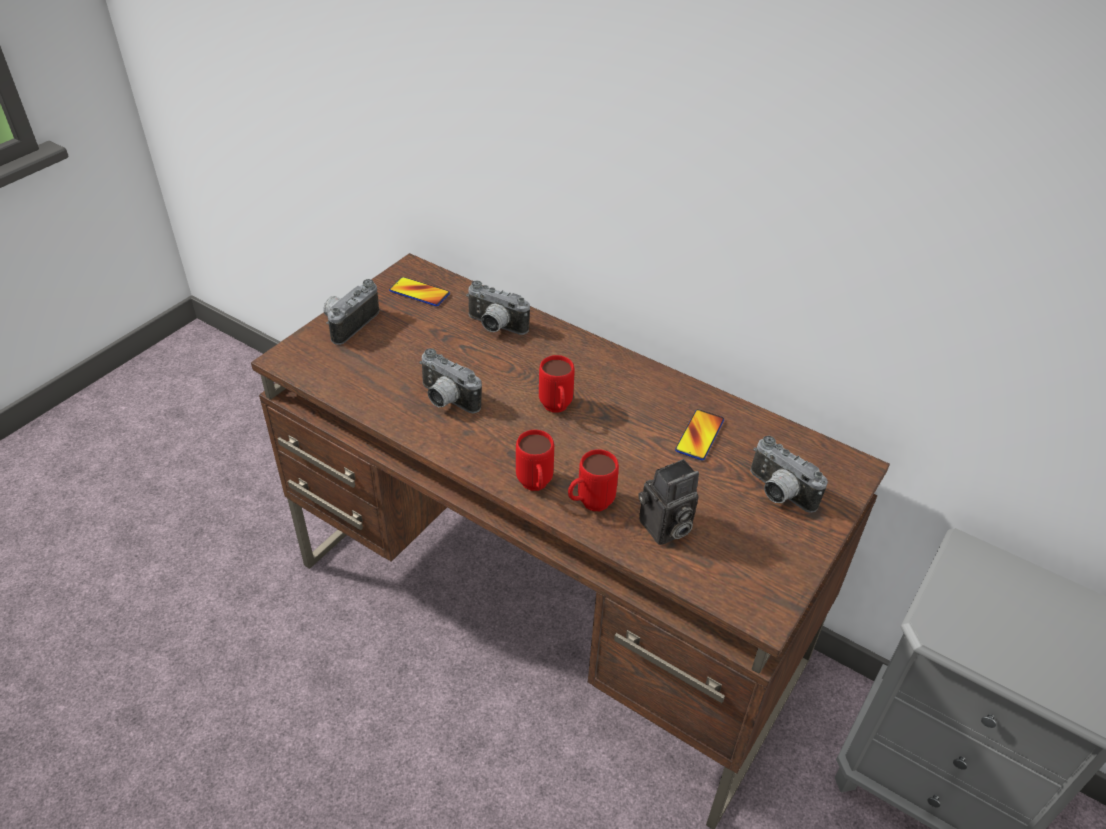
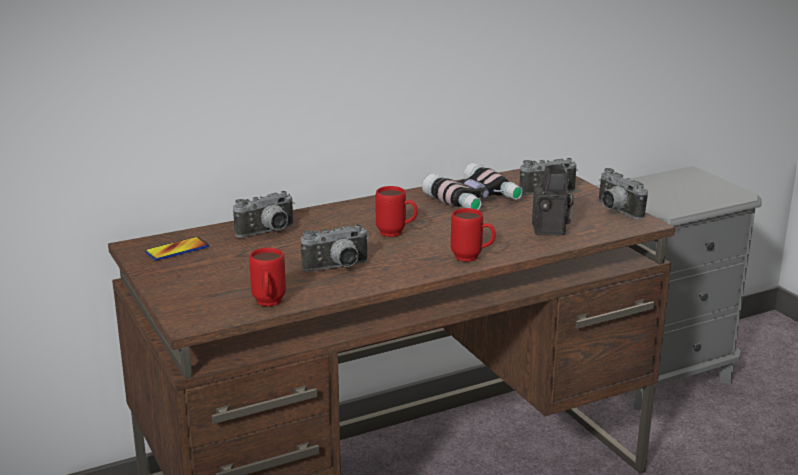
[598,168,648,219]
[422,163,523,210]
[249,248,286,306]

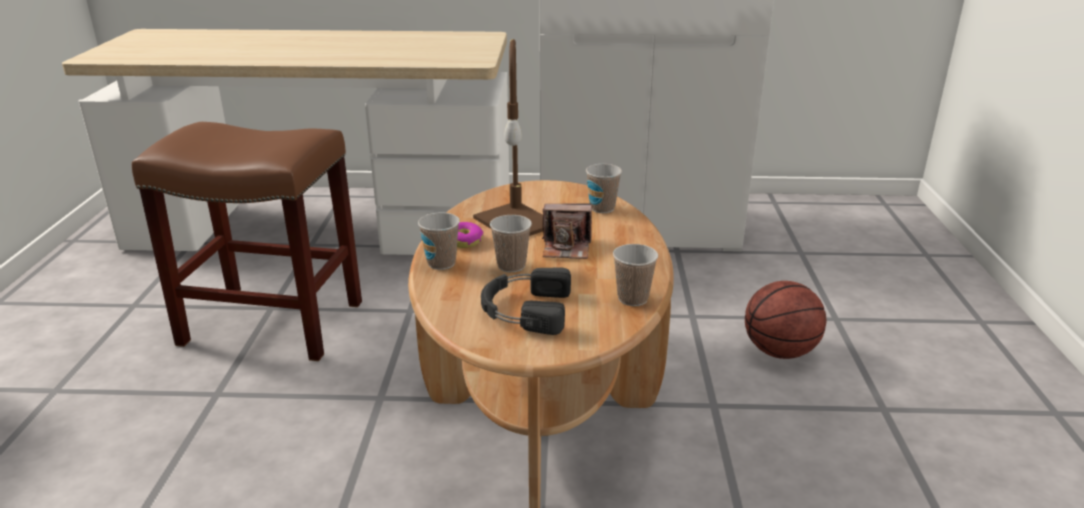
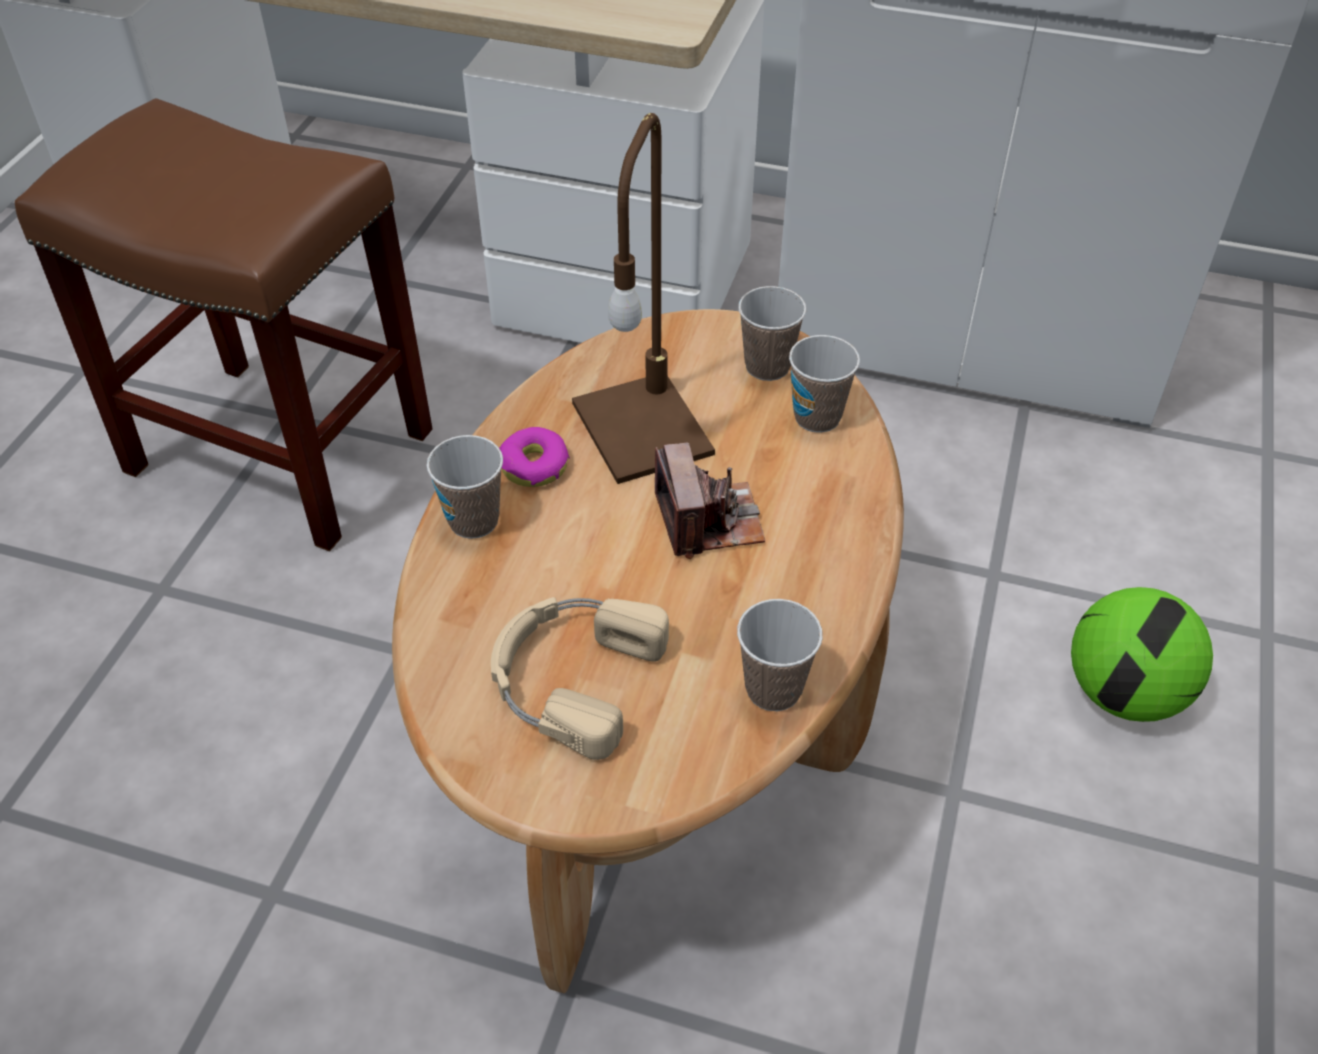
[655,443,765,559]
[738,286,806,381]
[491,597,669,760]
[1071,587,1213,722]

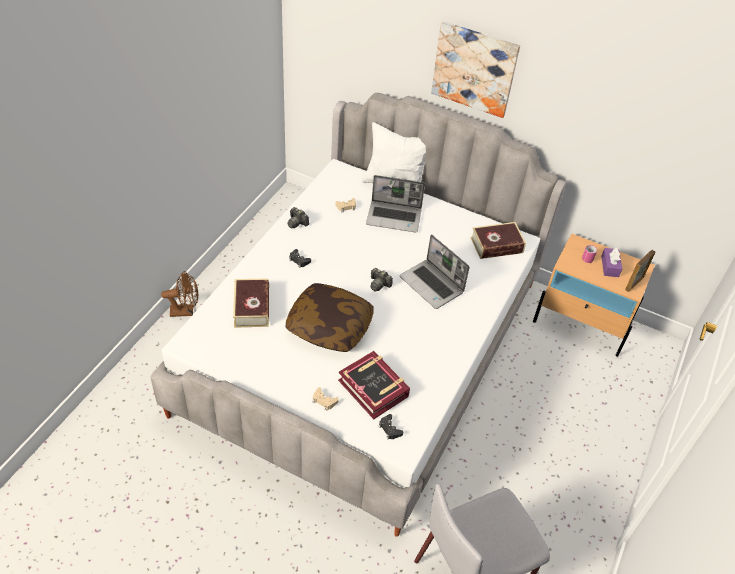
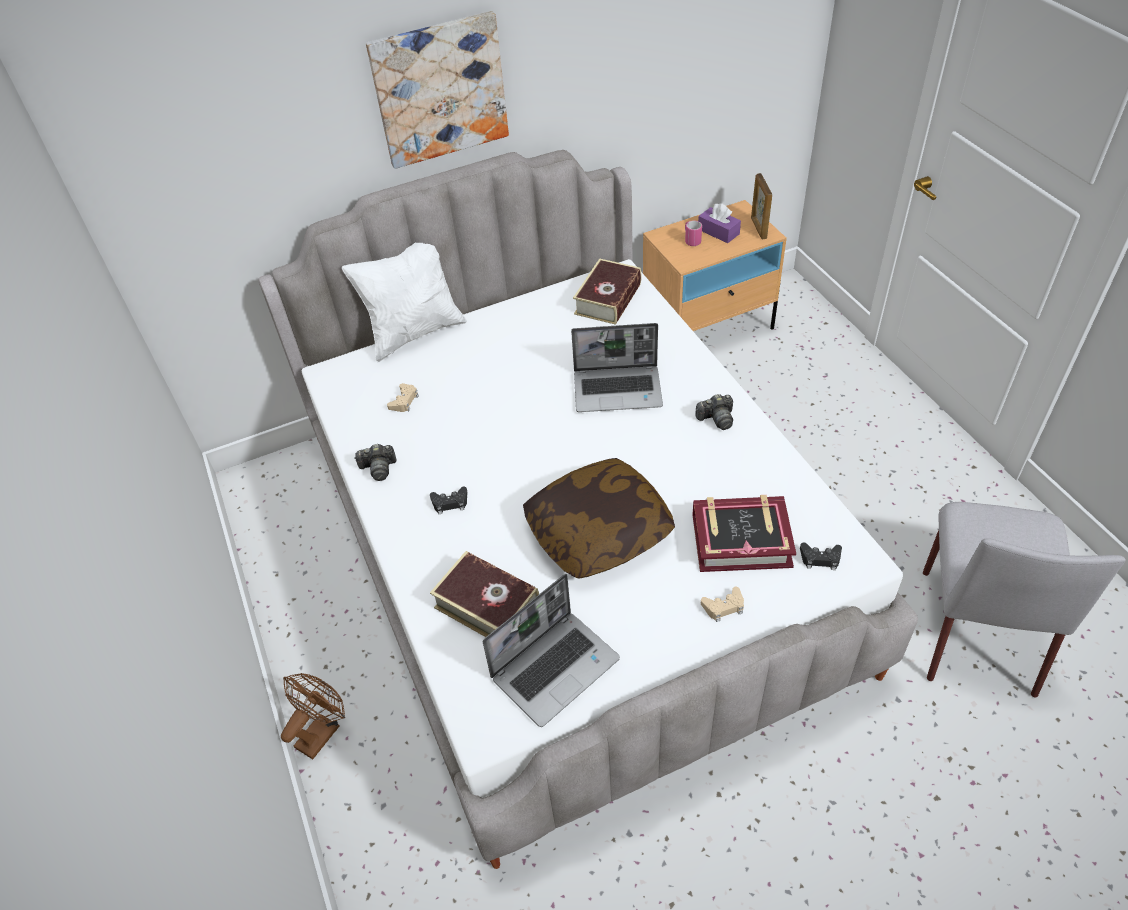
[483,574,620,727]
[695,394,733,430]

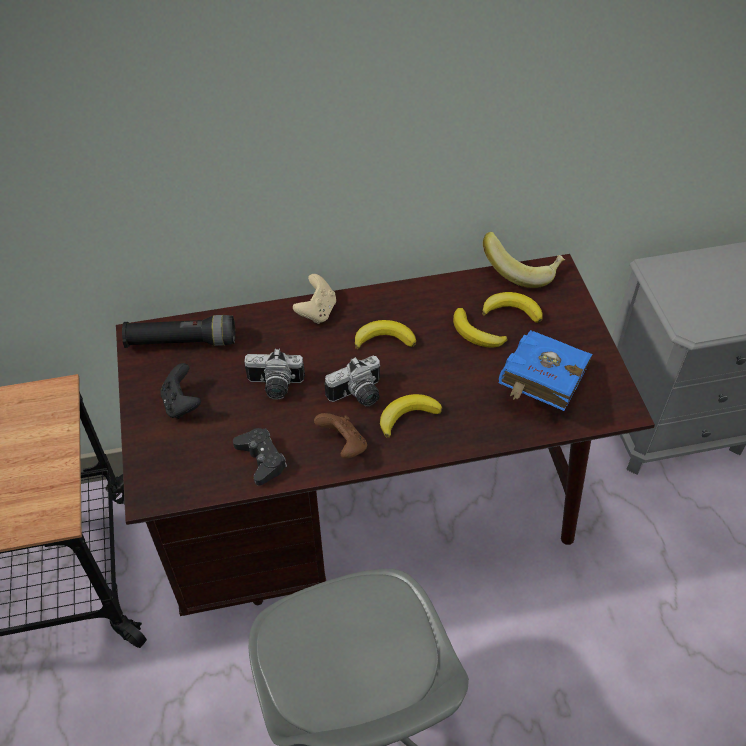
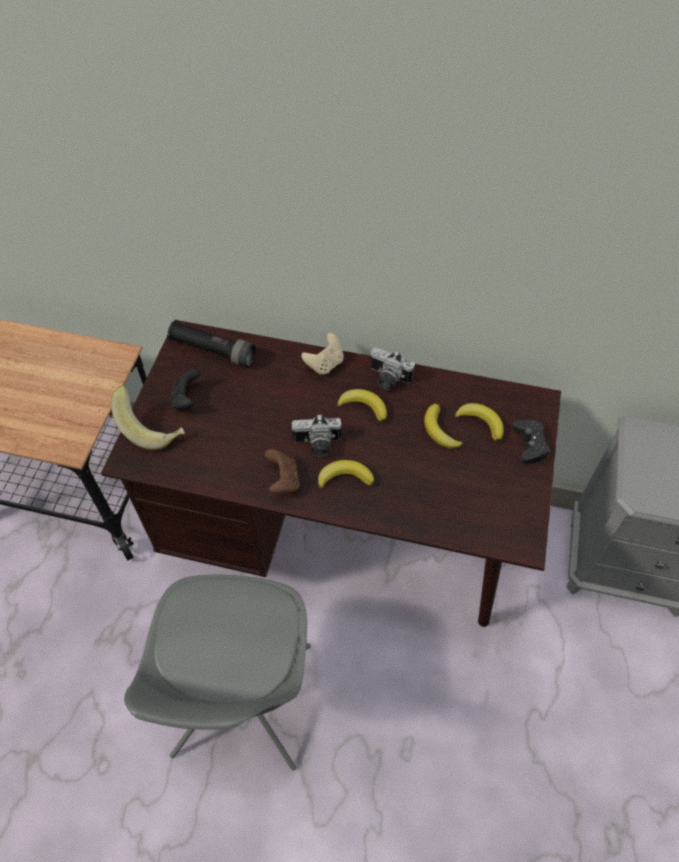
[111,386,185,450]
[499,330,592,411] (first image)
[370,347,415,390]
[512,420,550,464]

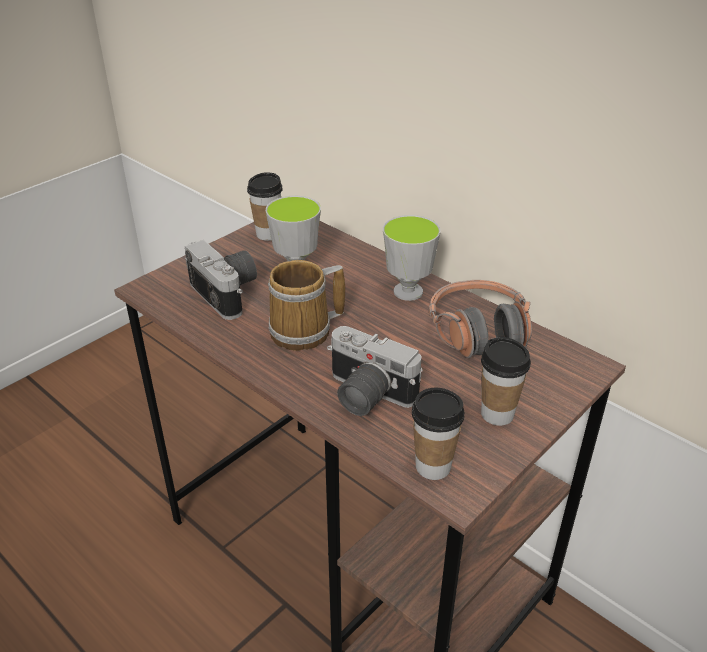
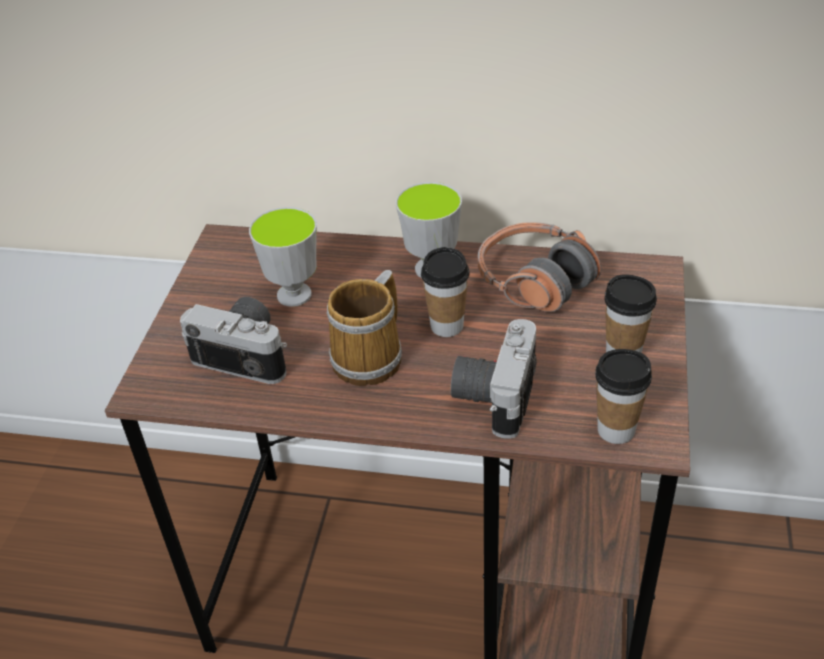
[421,247,470,337]
[451,319,537,439]

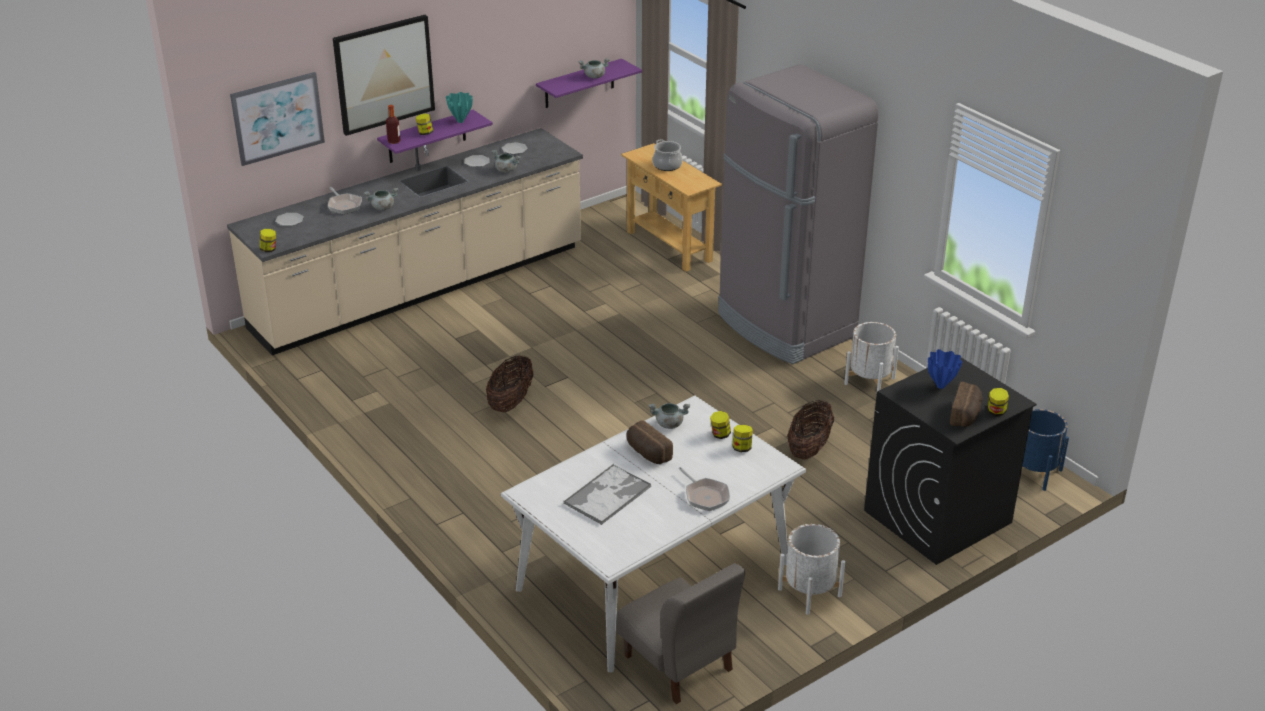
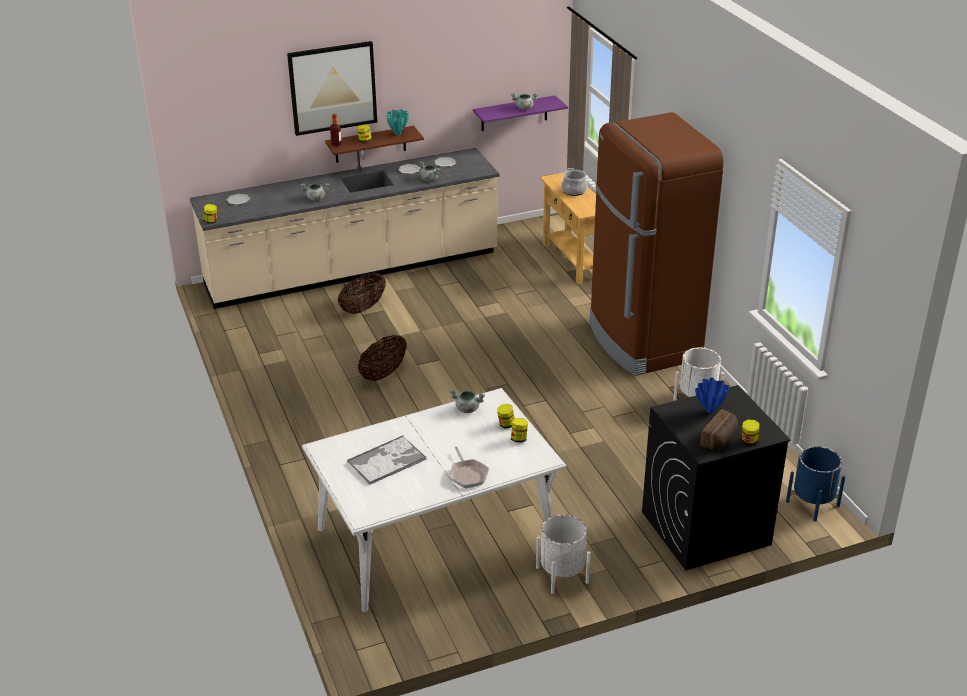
[590,112,724,376]
[230,72,325,166] (first image)
[325,126,424,163]
[328,187,362,214] (first image)
[338,273,386,314]
[627,420,673,464] (first image)
[616,563,745,704] (first image)

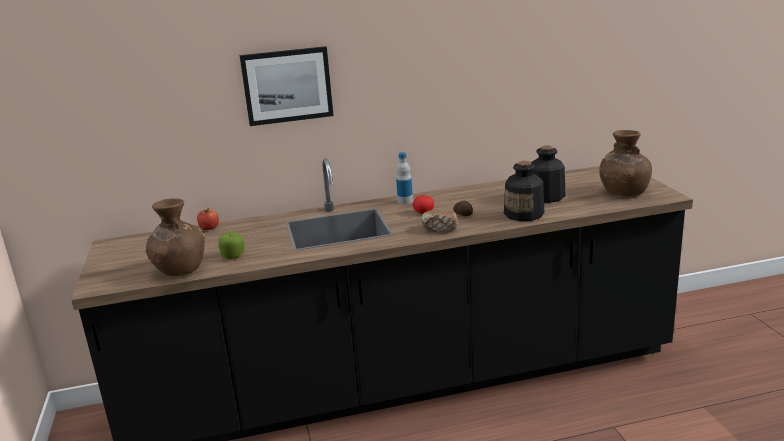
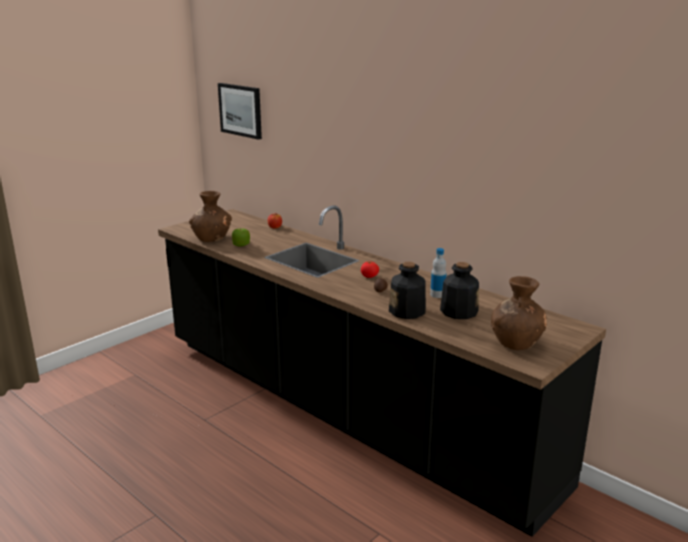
[218,83,262,140]
[430,248,446,298]
[421,211,457,231] (first image)

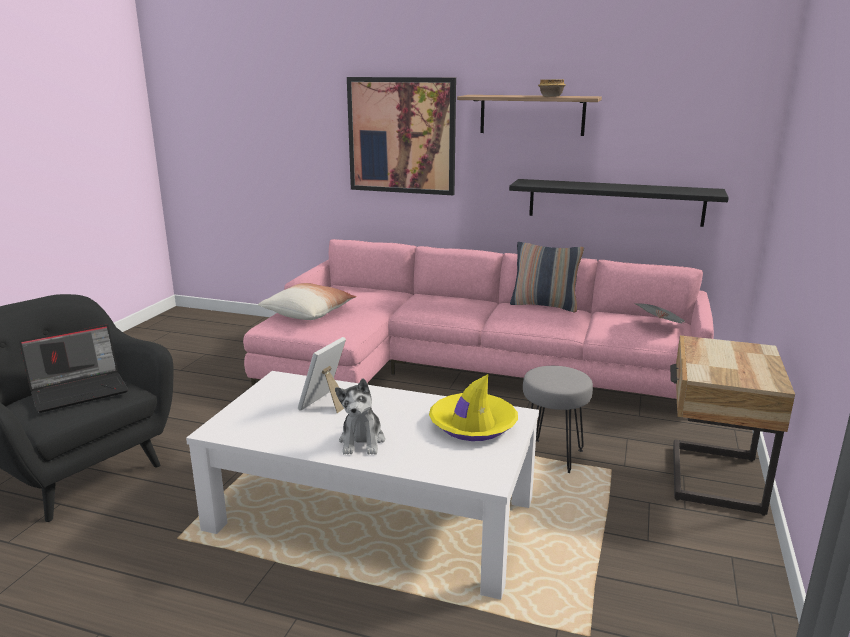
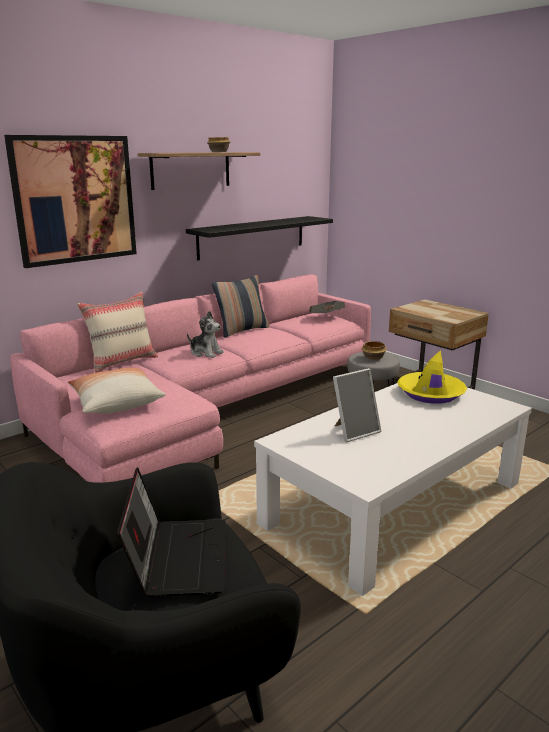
[333,368,381,442]
[187,311,224,358]
[77,292,158,373]
[361,341,387,360]

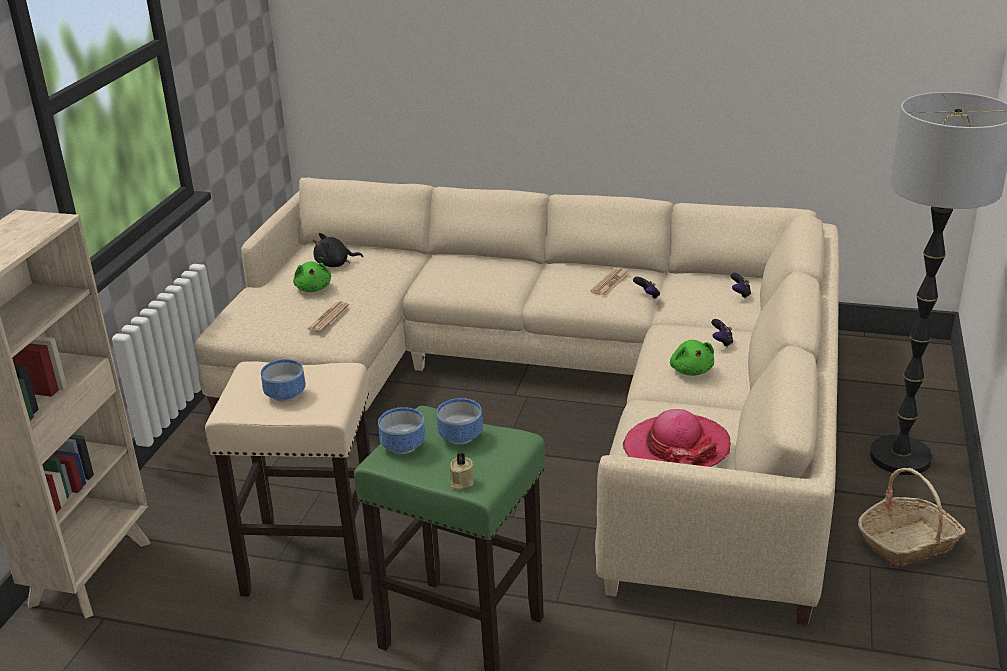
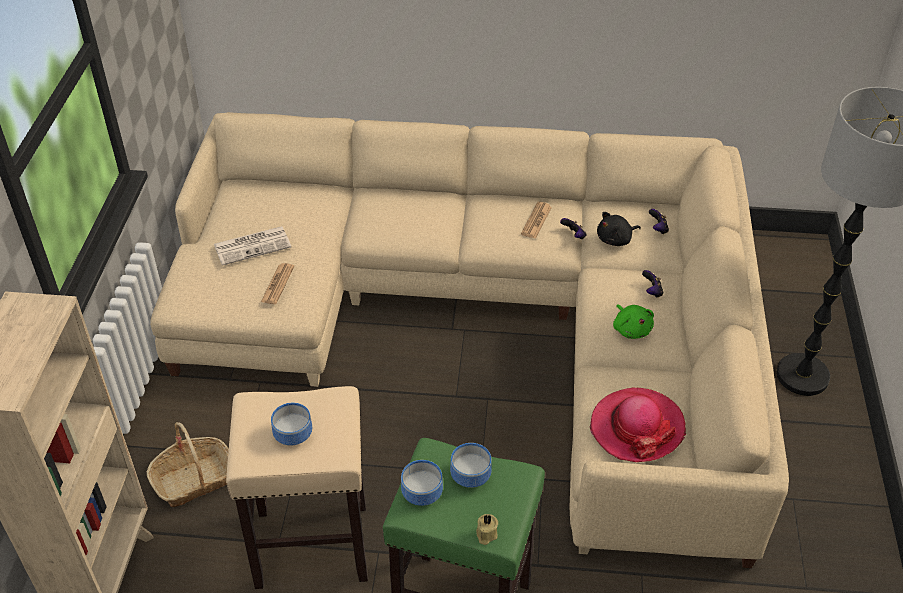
[597,212,641,246]
[214,226,291,266]
[147,422,229,507]

